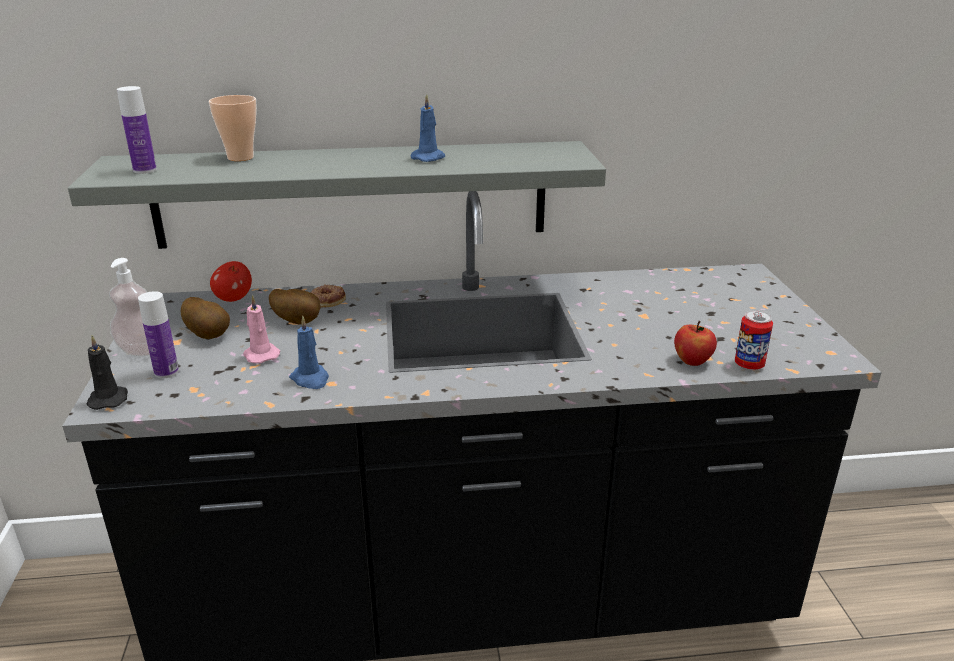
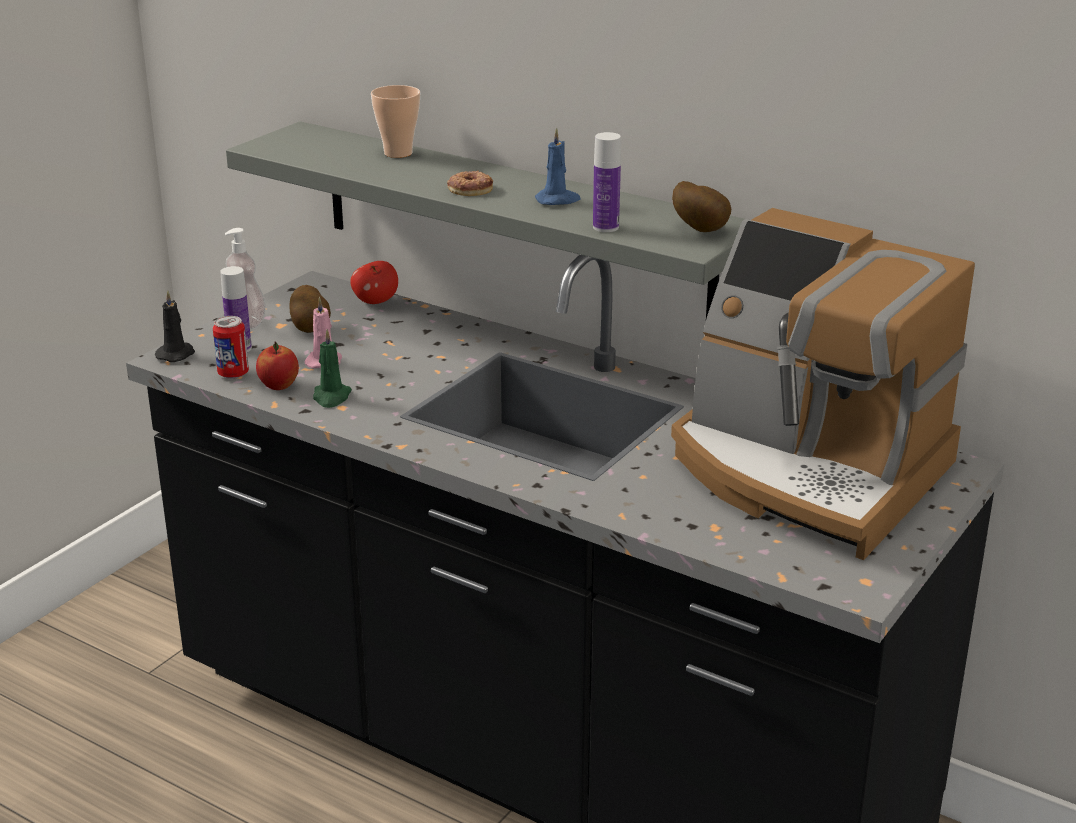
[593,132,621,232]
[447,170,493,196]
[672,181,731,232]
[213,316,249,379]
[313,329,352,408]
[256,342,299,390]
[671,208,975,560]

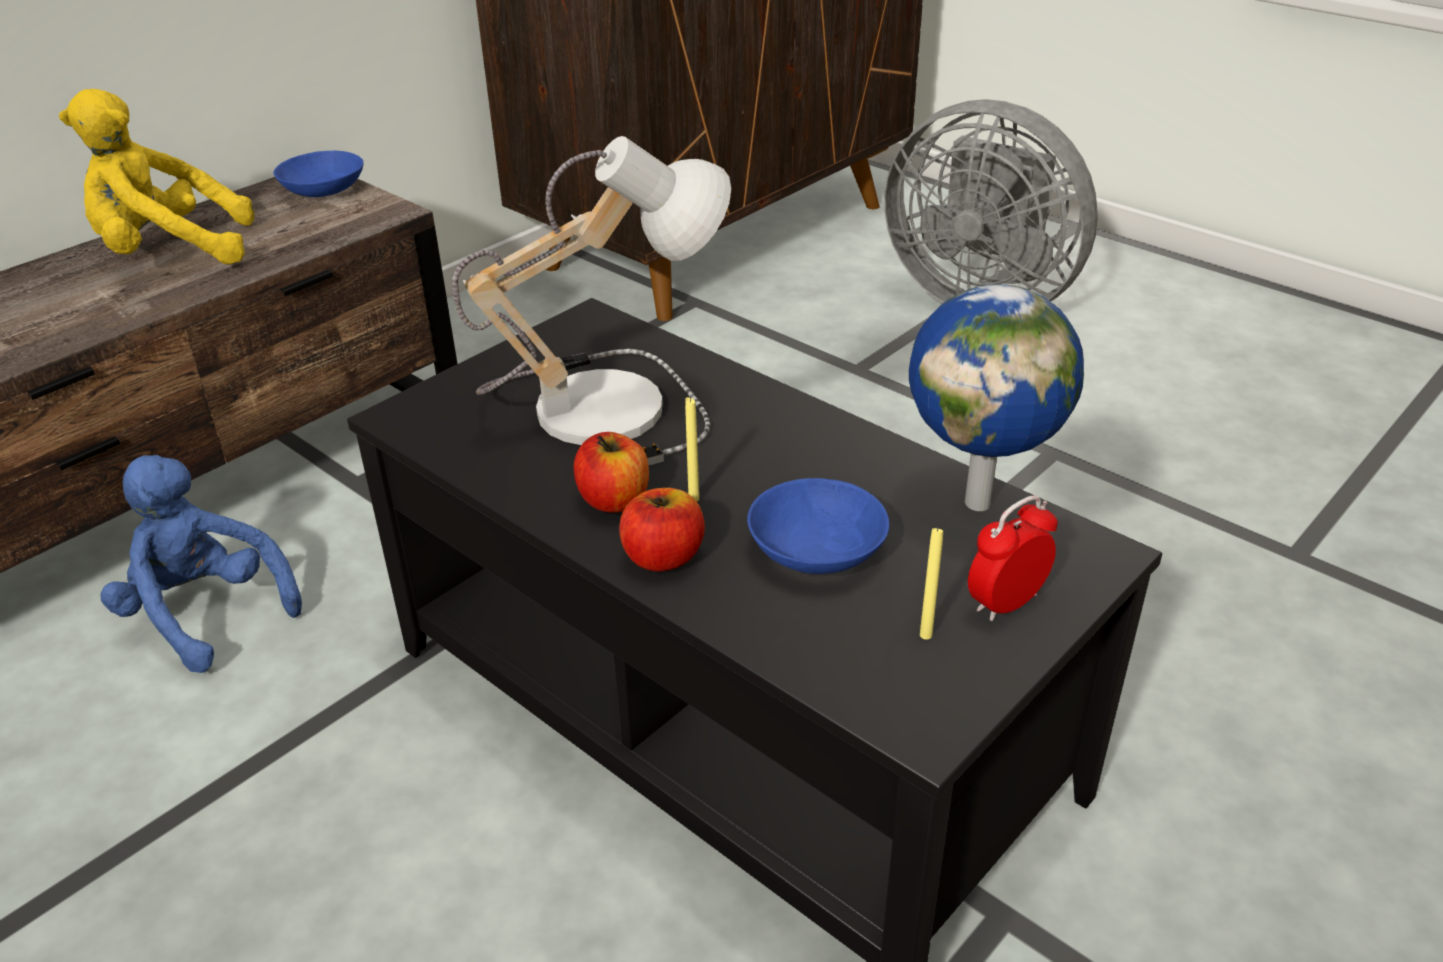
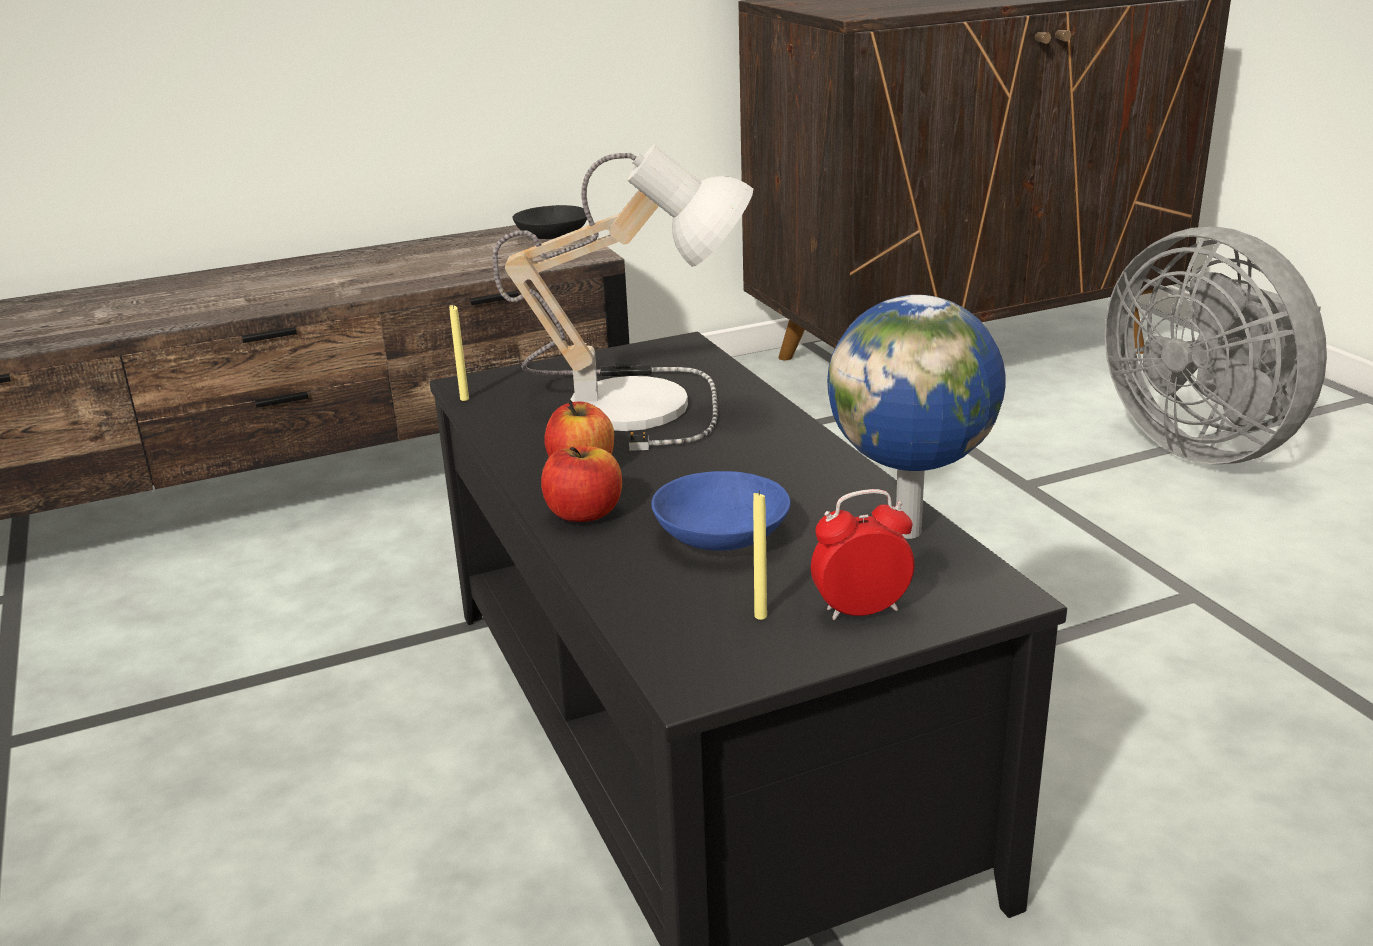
[59,89,254,265] (first image)
[512,205,587,239]
[449,305,469,401]
[101,455,302,673] (first image)

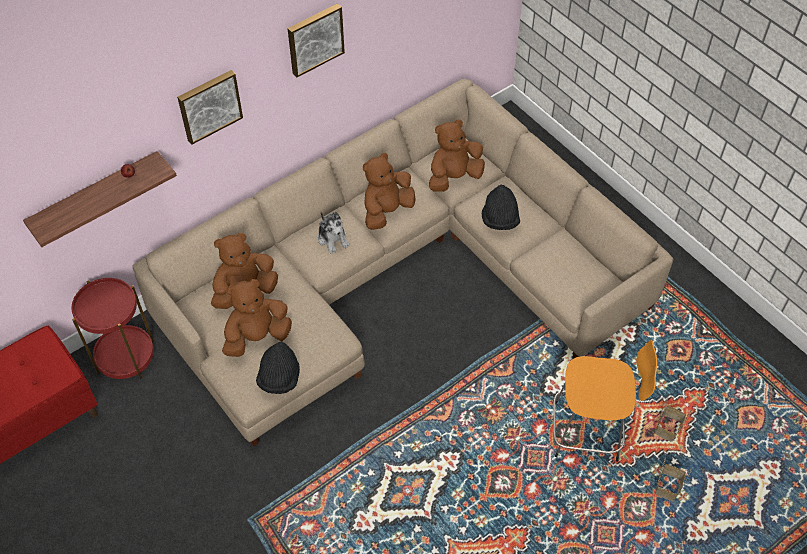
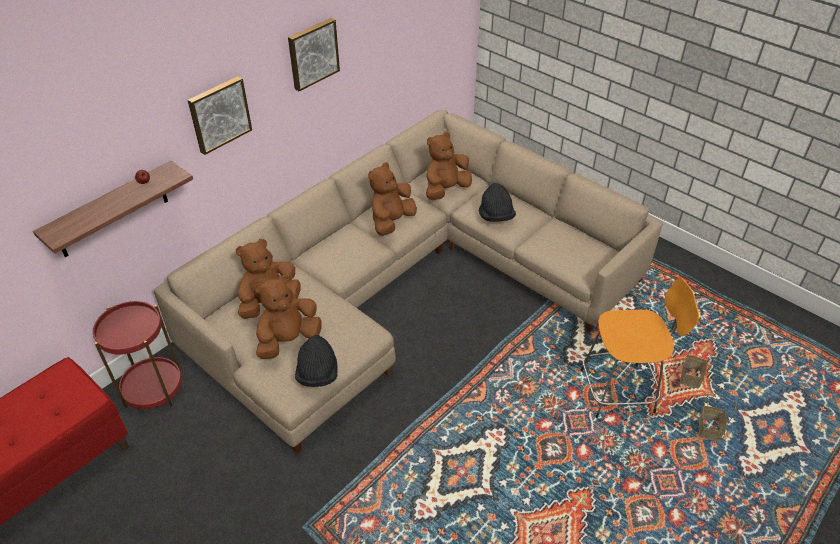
[318,212,350,254] (first image)

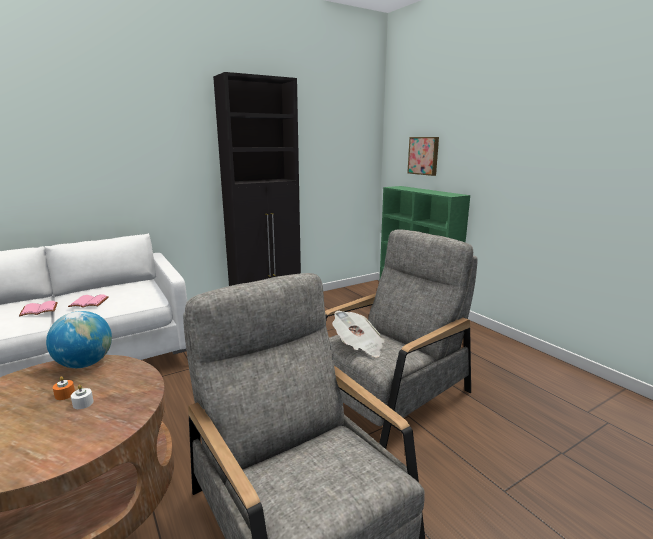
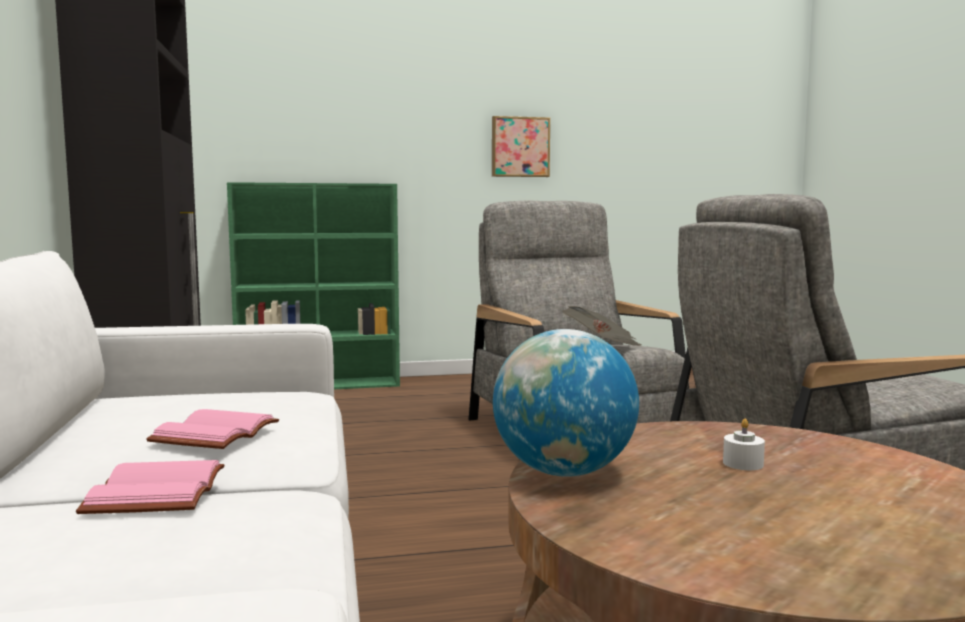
[492,116,550,177]
[53,376,75,400] (first image)

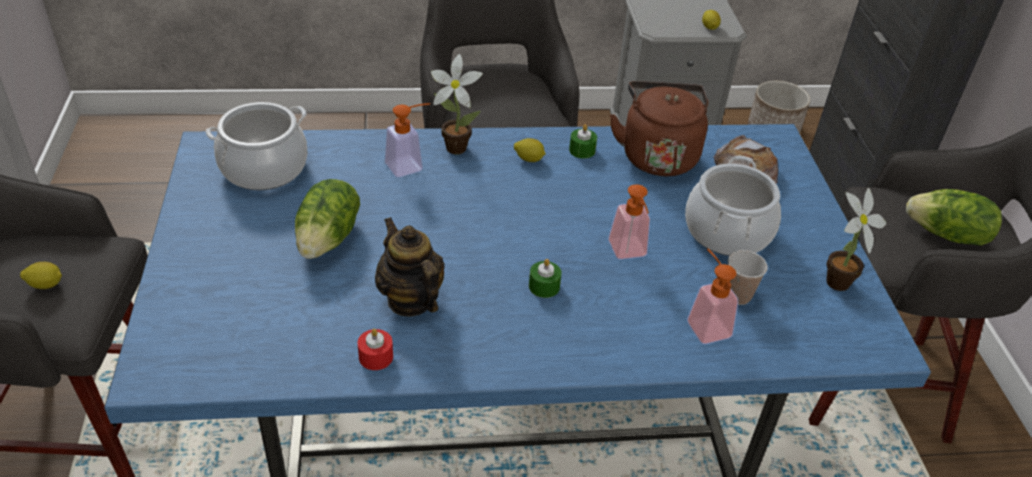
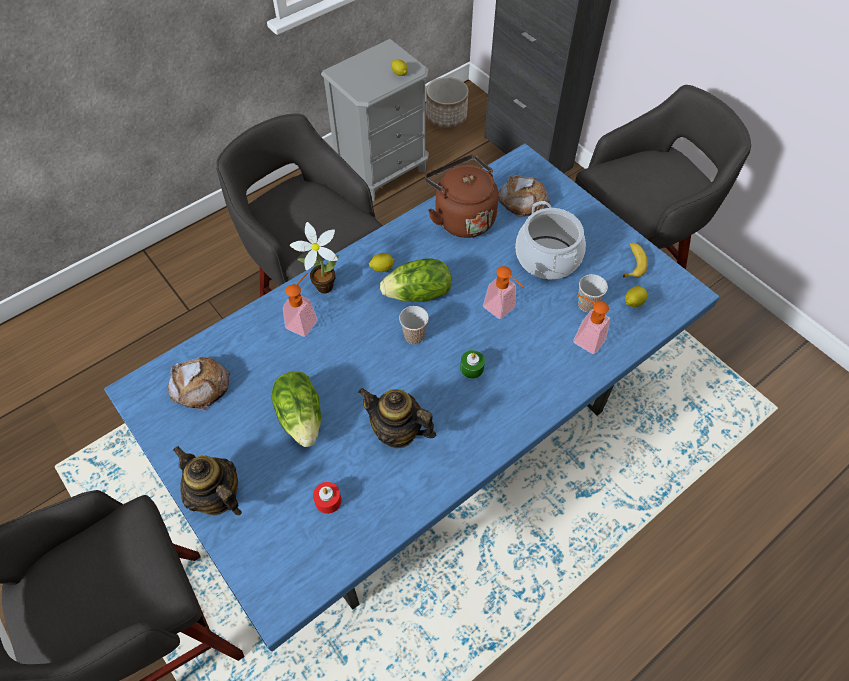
[168,357,230,410]
[569,124,597,159] (first image)
[623,242,648,278]
[380,258,452,302]
[625,286,648,307]
[313,482,342,514]
[399,306,429,344]
[173,446,242,516]

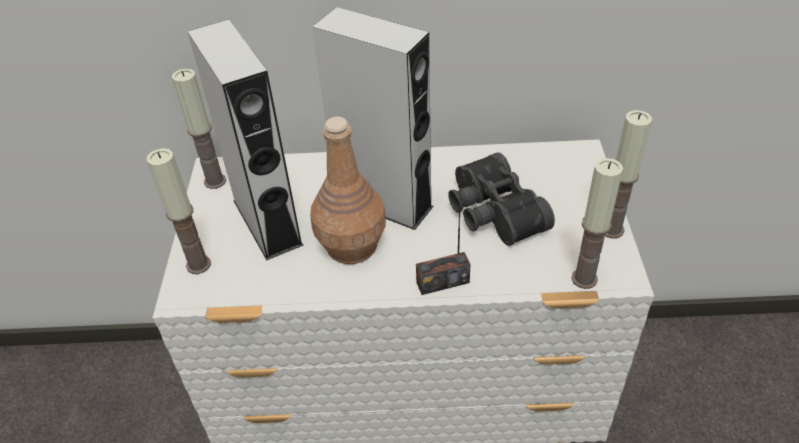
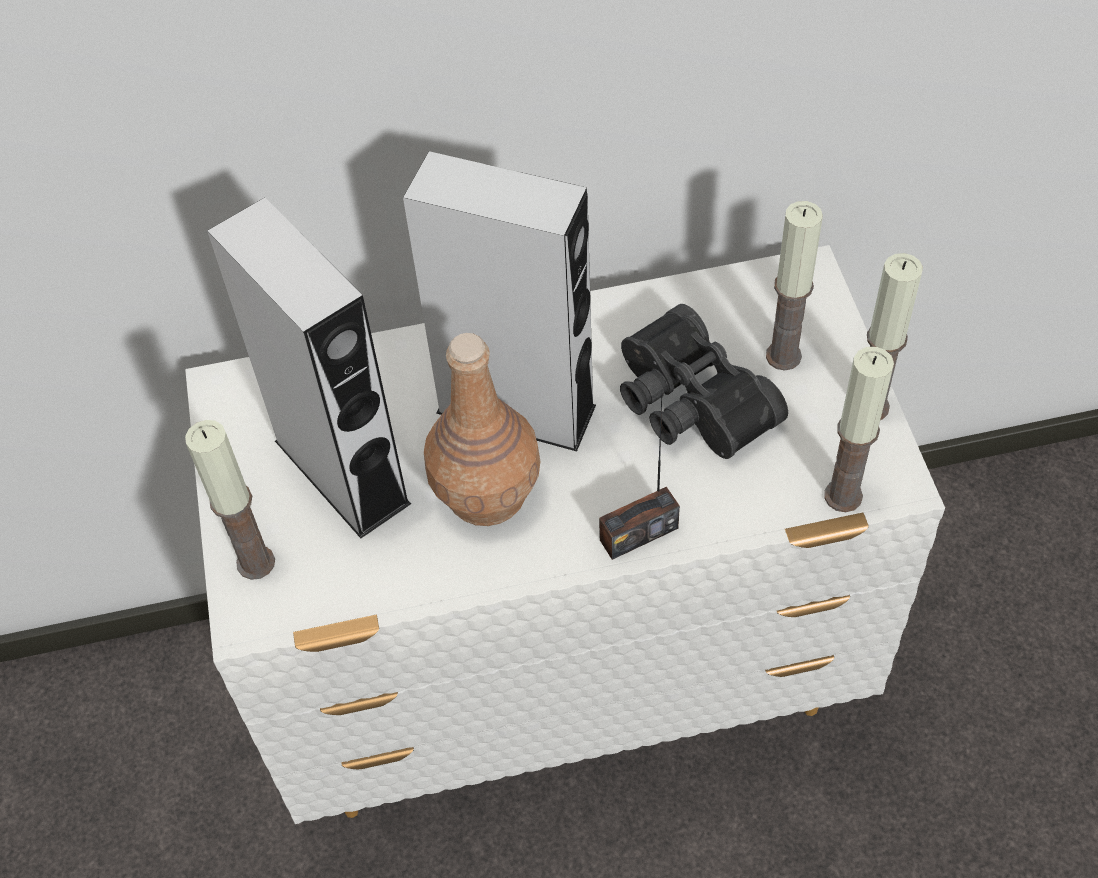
[766,201,823,371]

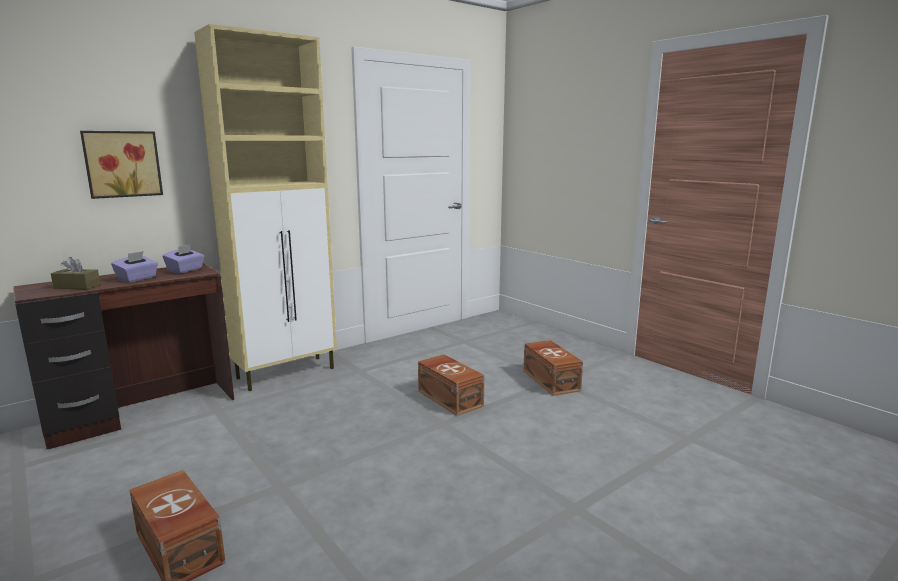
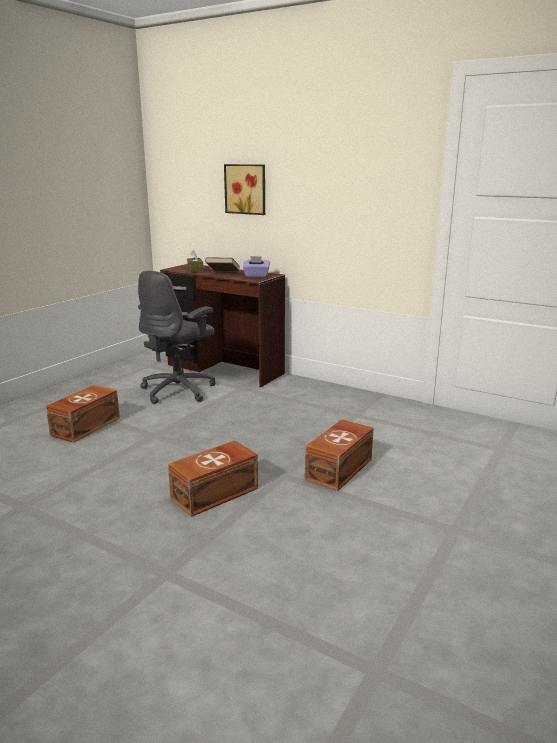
[194,24,337,391] (first image)
[205,257,240,272]
[168,441,258,517]
[138,270,215,404]

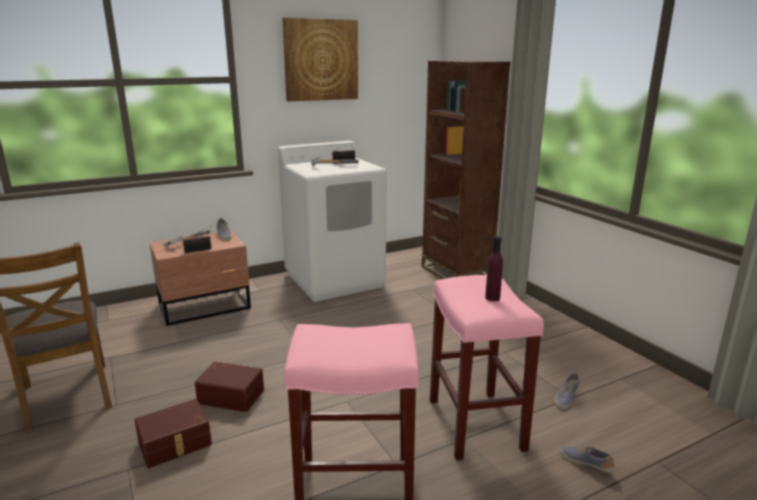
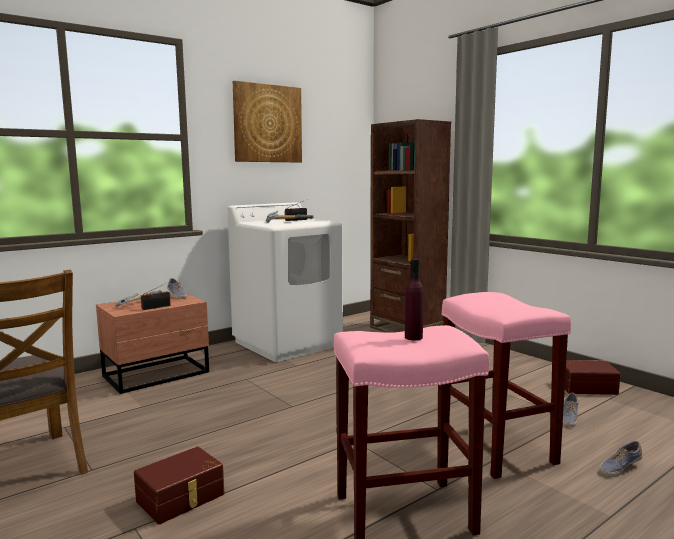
[405,259,424,340]
[565,360,621,395]
[599,441,643,477]

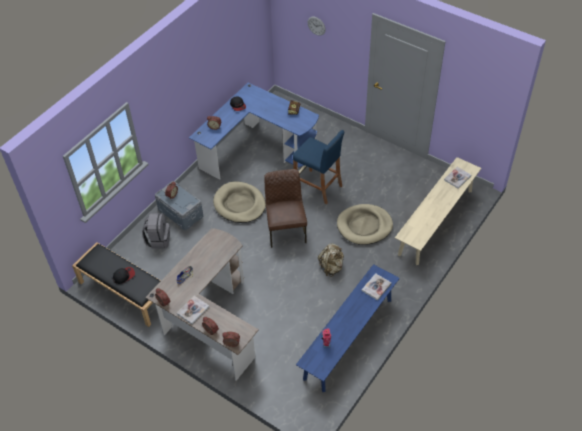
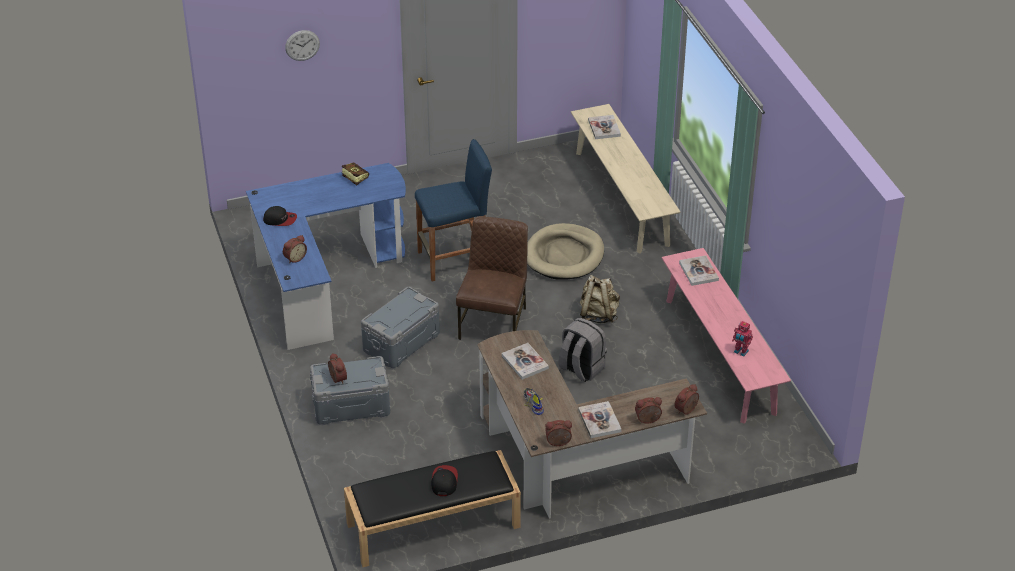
[456,216,528,340]
[361,287,440,368]
[559,318,607,382]
[662,248,791,424]
[502,343,549,380]

